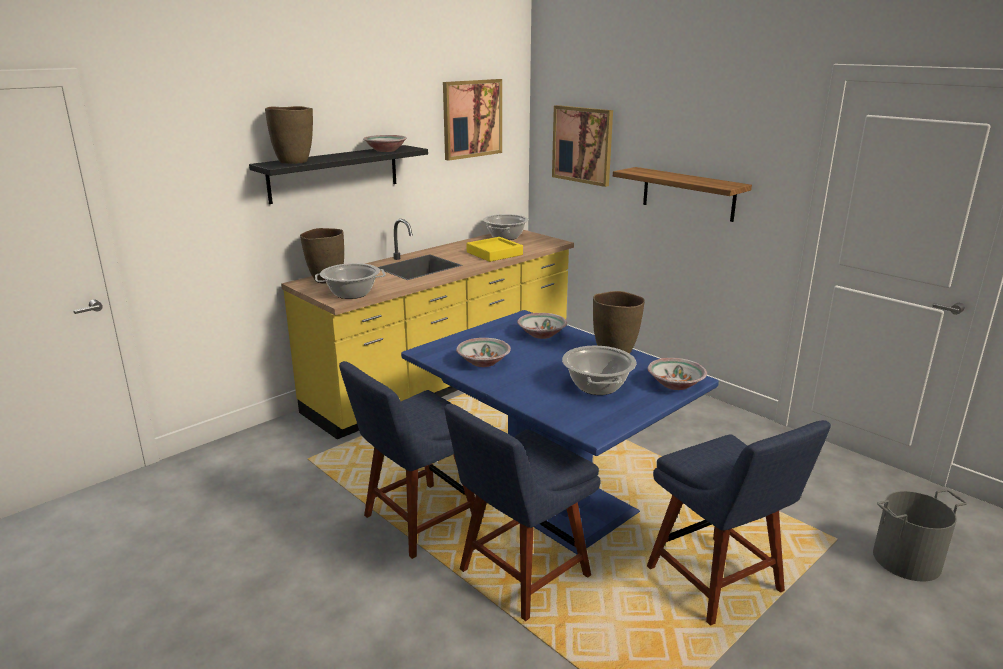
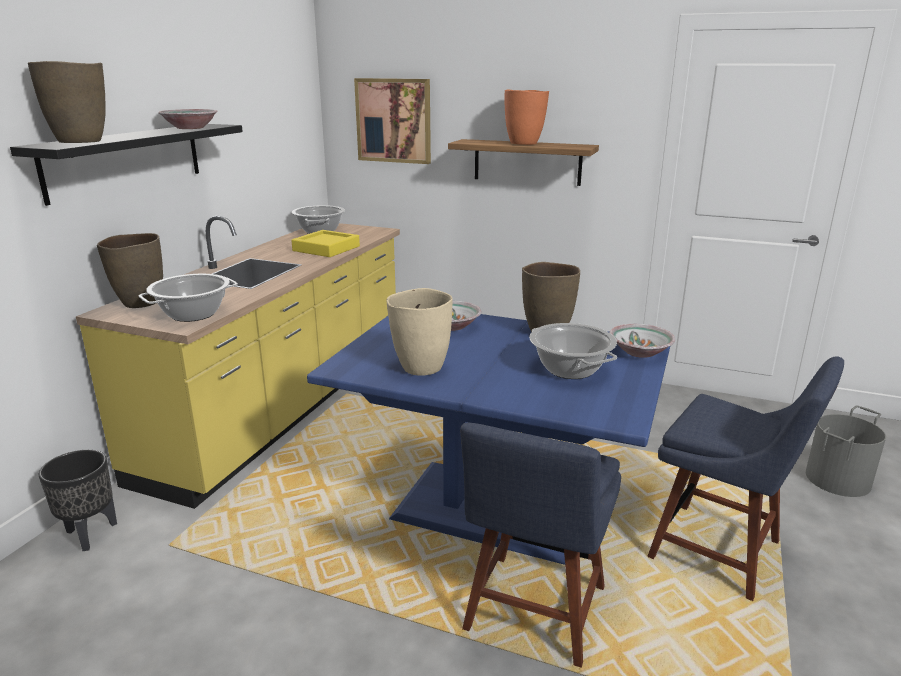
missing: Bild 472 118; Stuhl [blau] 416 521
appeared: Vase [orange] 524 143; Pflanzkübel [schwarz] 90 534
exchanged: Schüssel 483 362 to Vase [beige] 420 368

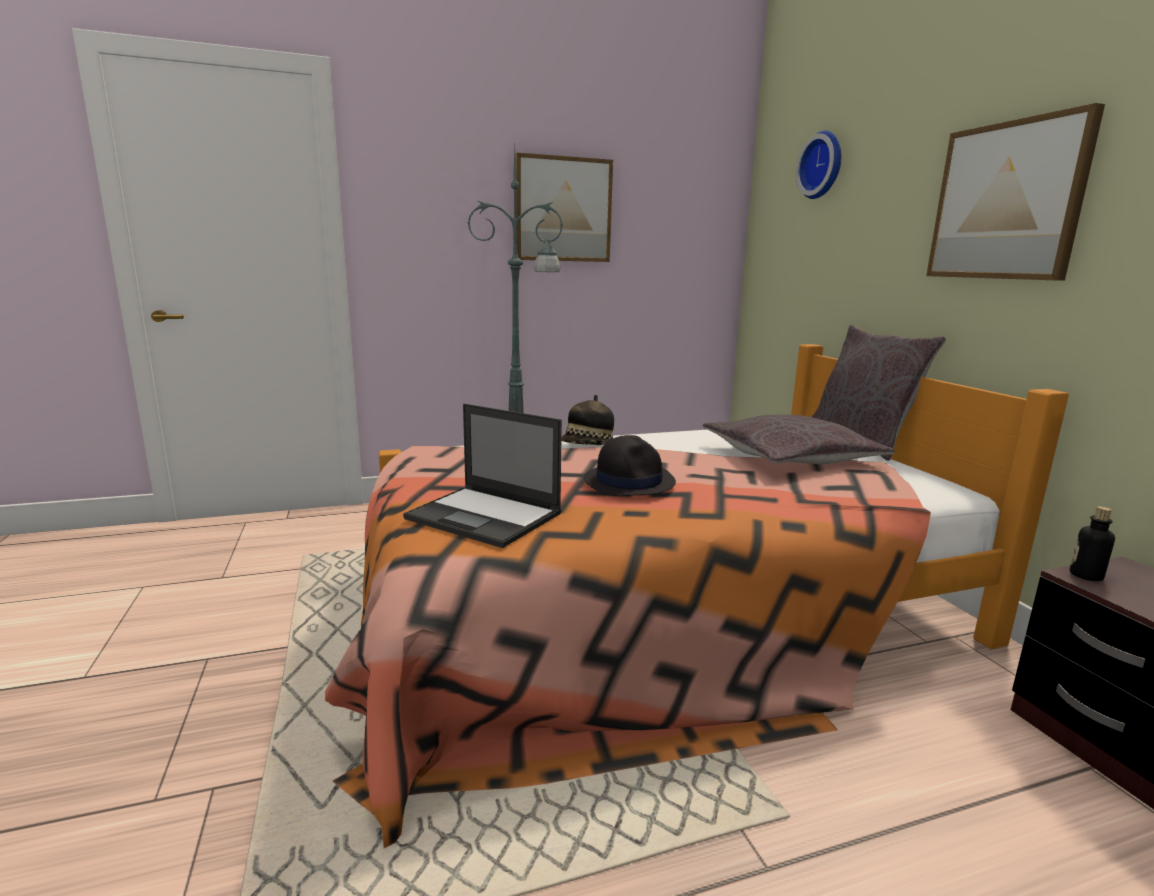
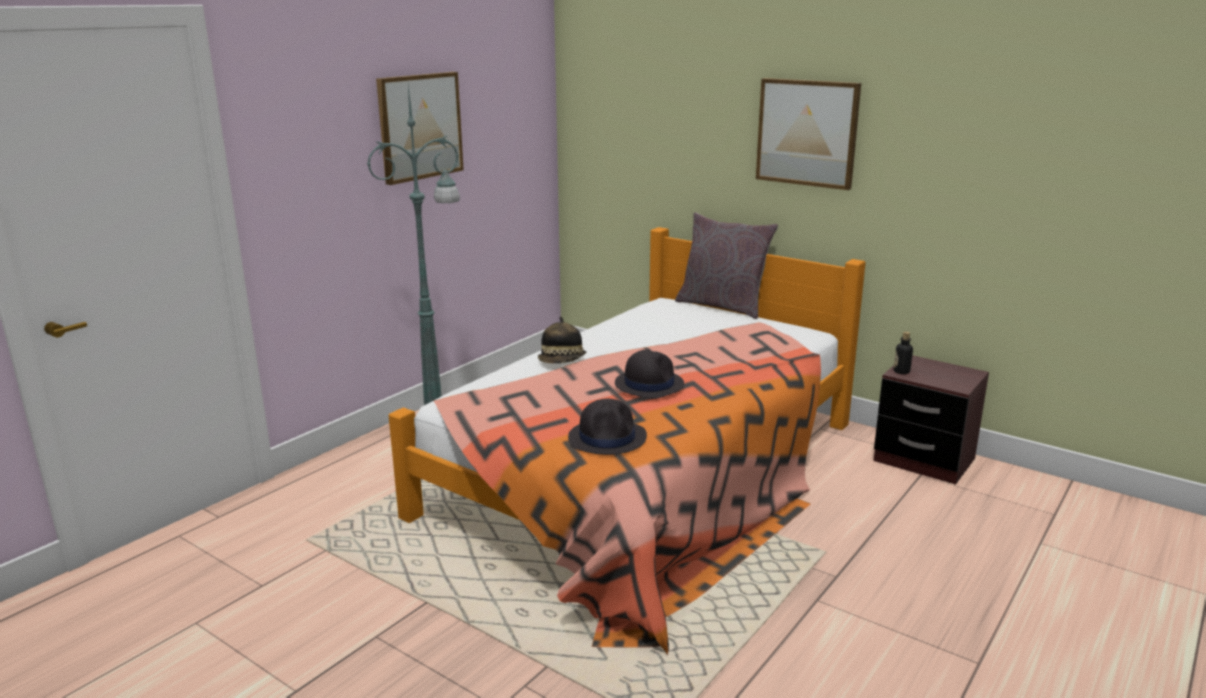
missing: Wanduhr 823 165; Kissen [grau] 789 457
exchanged: Laptop 485 516 to Hut [schwarz] 608 438

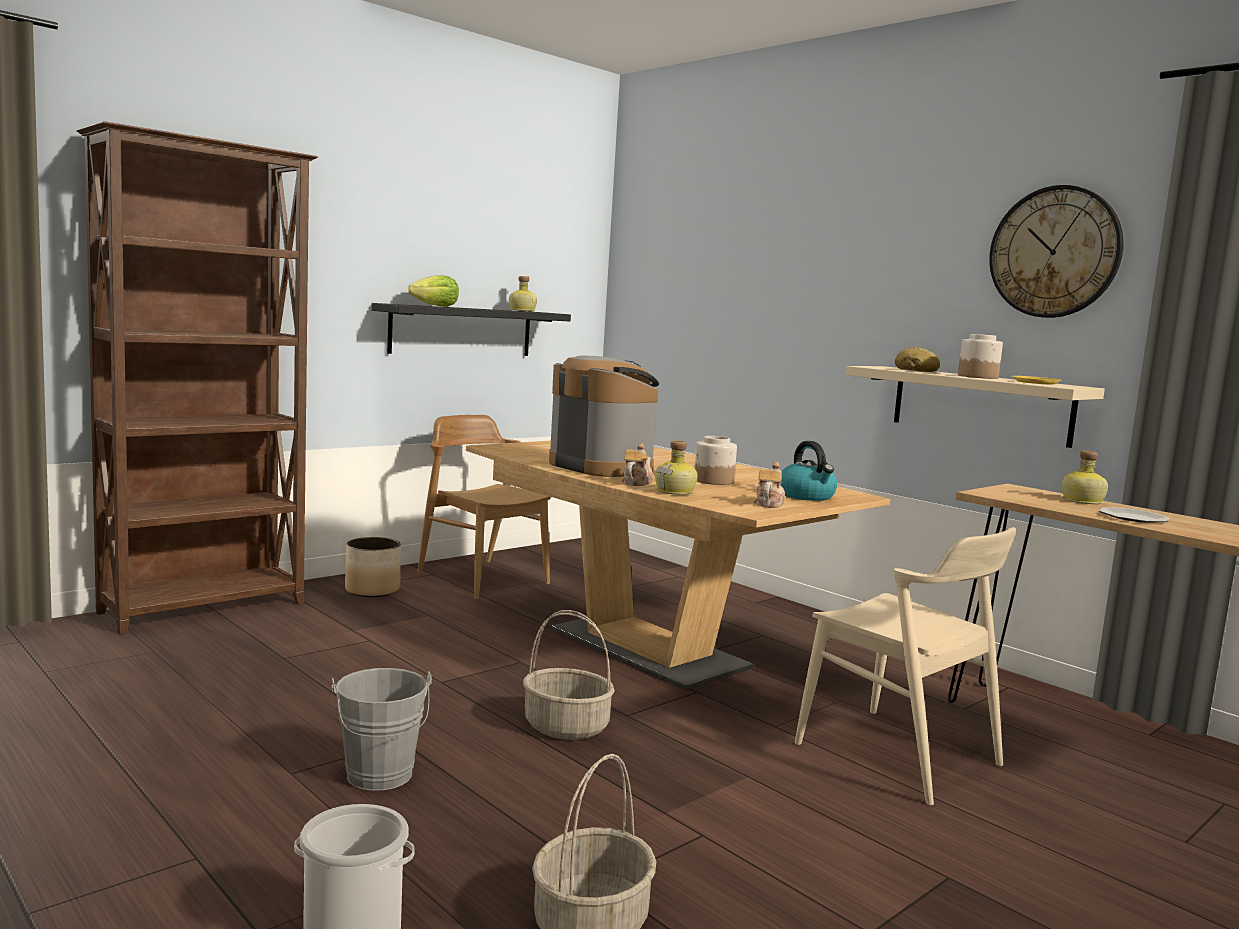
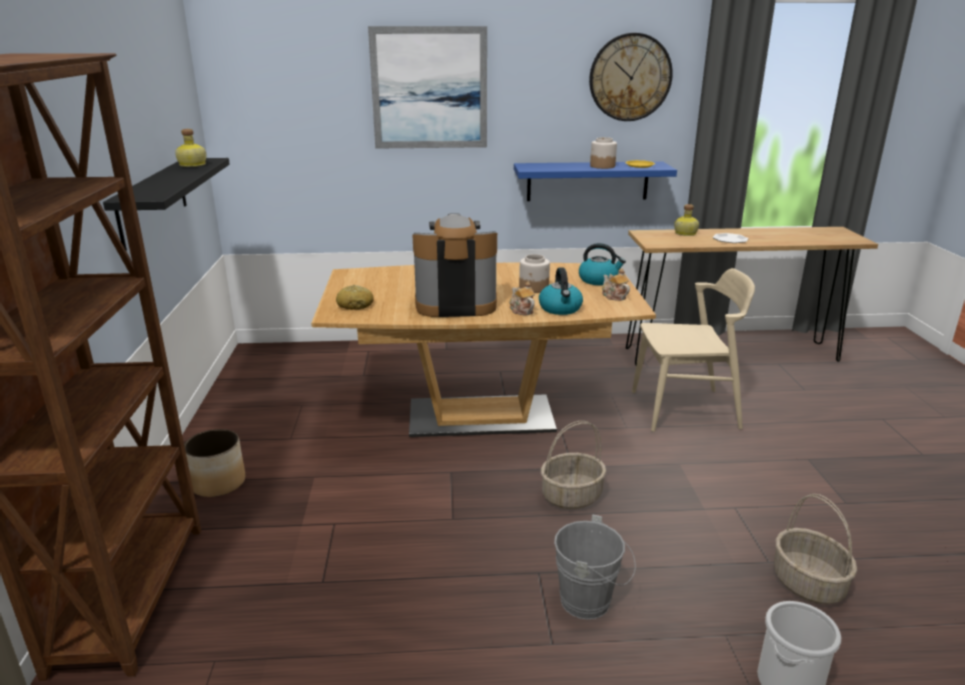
missing: Salatkopf 436 306; Stuhl [braun] 483 578
appeared: Bild 429 88
relocated: Brot 916 371 to 355 305
exchanged: Flasche 676 492 to Wasserkessel 560 309
colour: Wandregal [beige] 980 405 to Wandregal [blau] 587 181

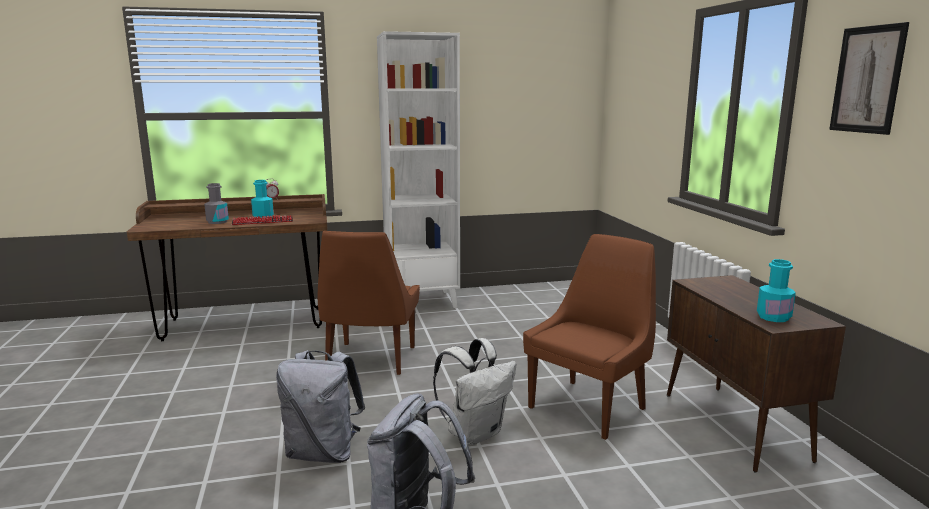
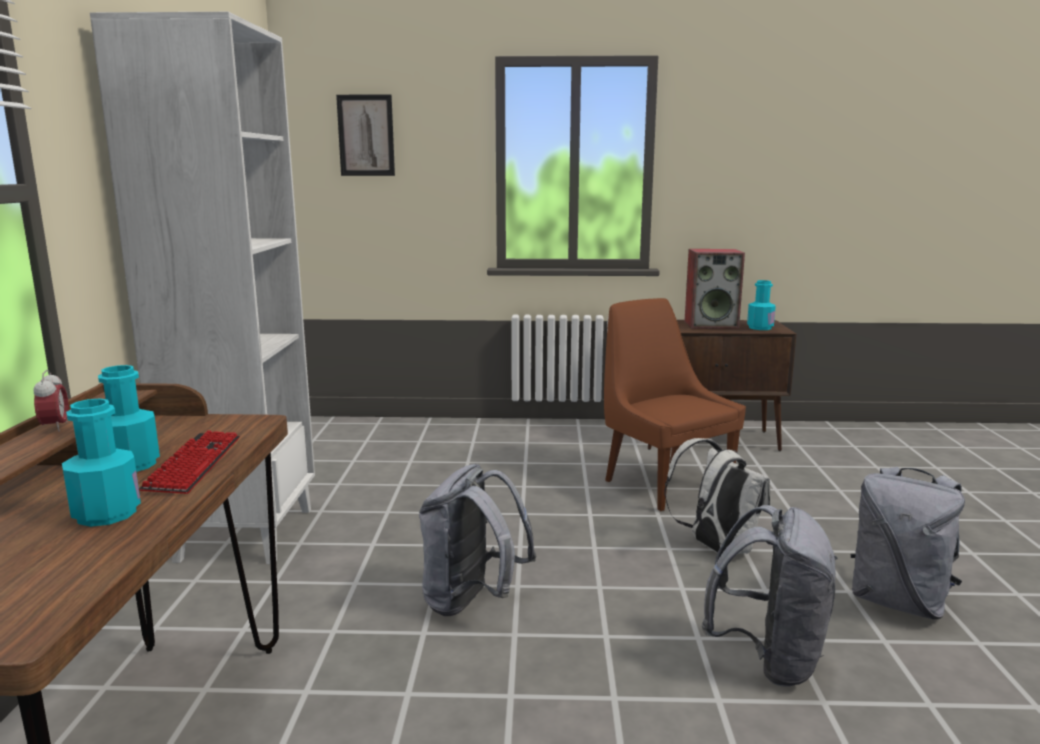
appeared: Lautsprecher 711 325
relocated: Bild 867 80 to 366 135
exchanged: Stuhl [braun] 370 360 to Rucksack [grau] 472 602
colour: Flasche [grau] 217 222 to Flasche [türkis] 106 514

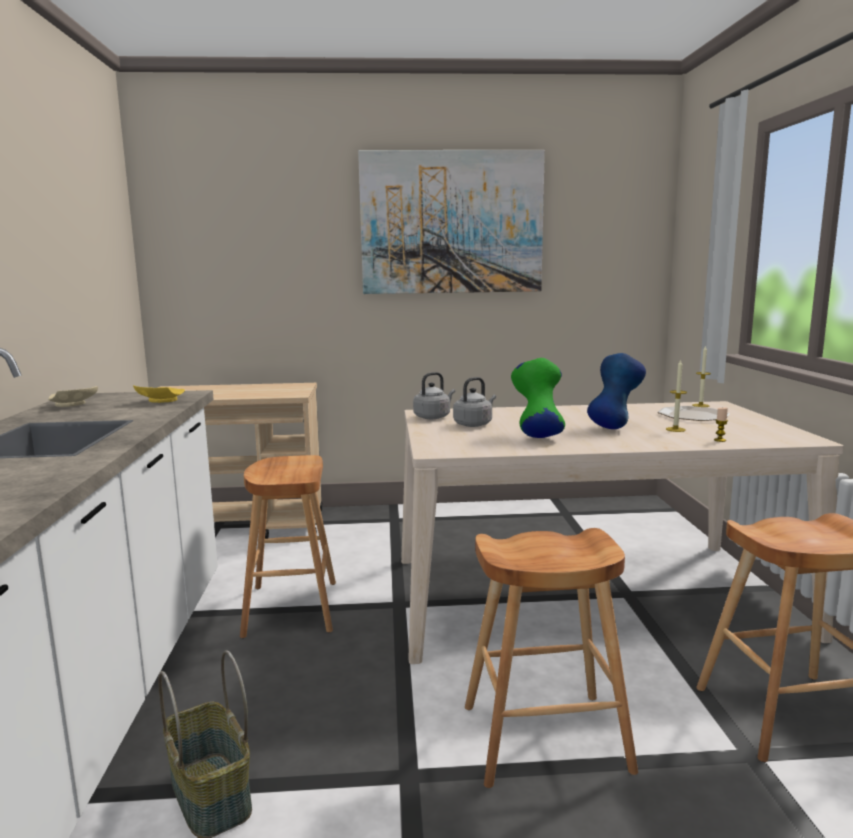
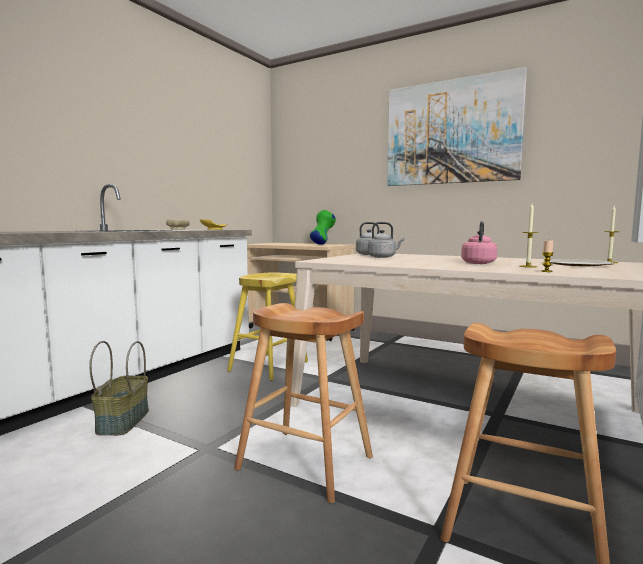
relocated: Vase [grün] 537 435 to 322 244
exchanged: Vase [blau] 614 427 to Wasserkessel [rosa] 478 263
colour: Hocker [braun] 291 608 to Hocker [gelb] 268 366

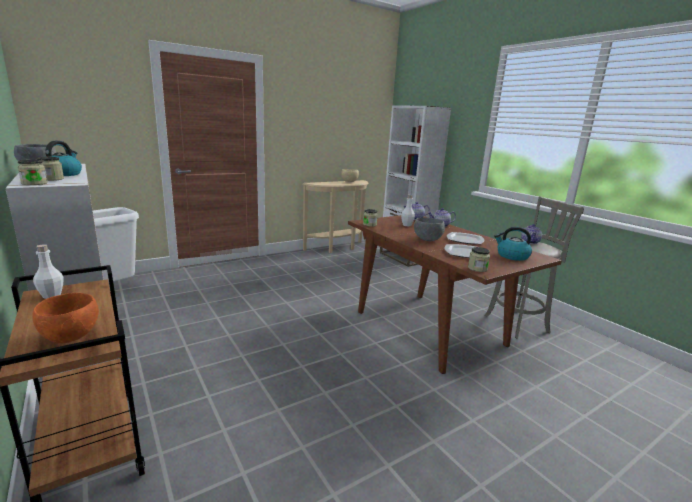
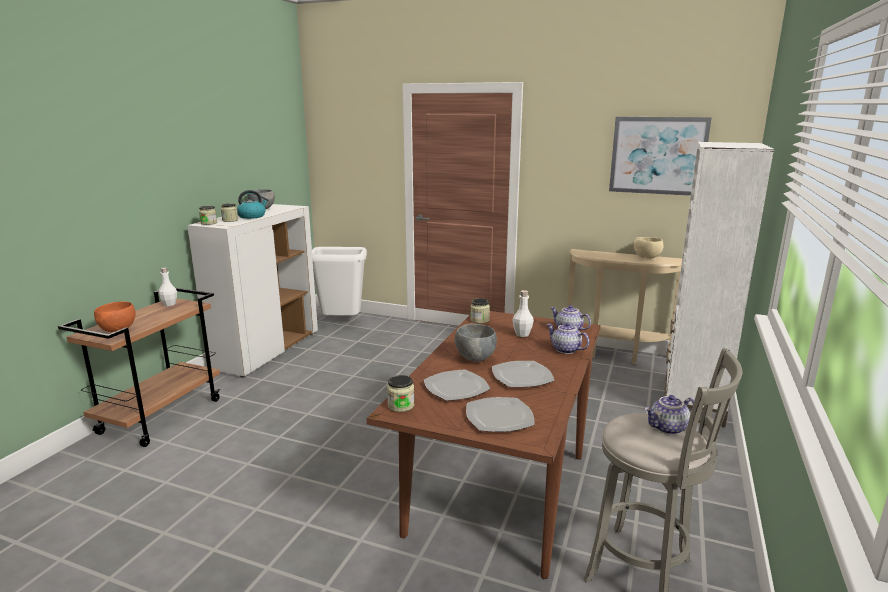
appeared: Bild 658 155
exchanged: Wasserkessel 512 256 to Teller 499 417

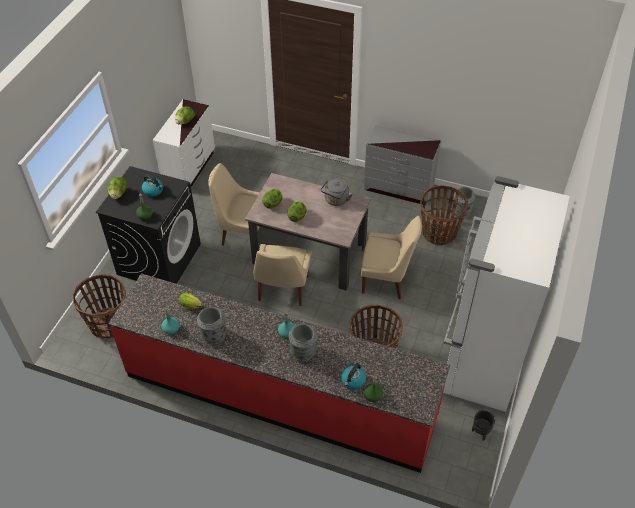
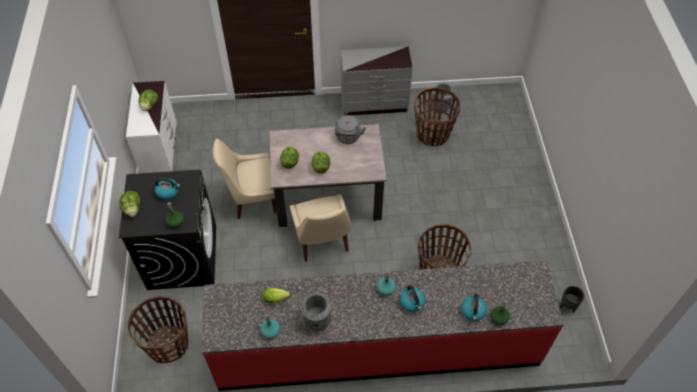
missing: Kühlschrank [weiß] 480 362; Stuhl [beige] 387 280
exchanged: Vase [grau] 303 352 to Wasserkessel 412 302

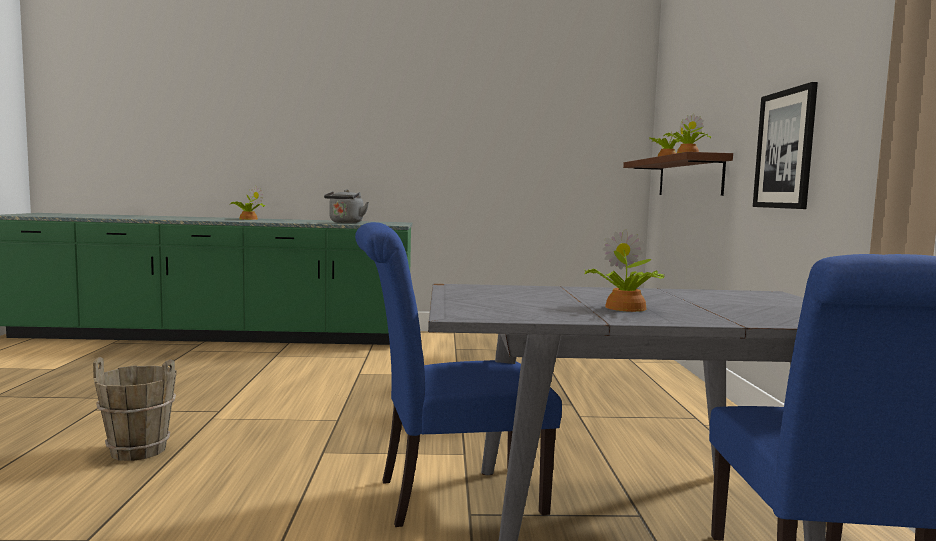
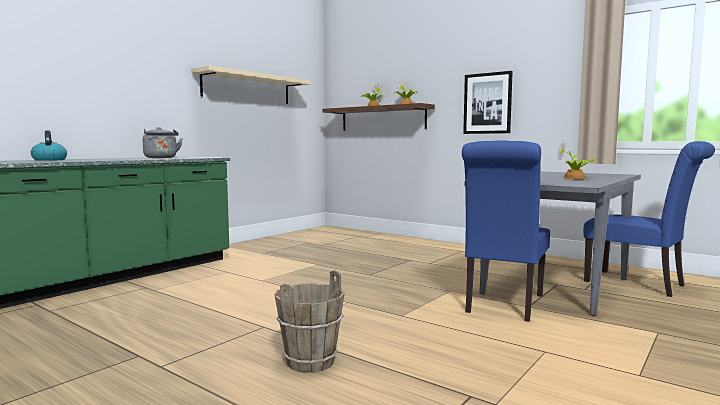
appeared: Wandregal [beige] 247 88
exchanged: Topfpflanze 247 219 to Wasserkessel 49 160

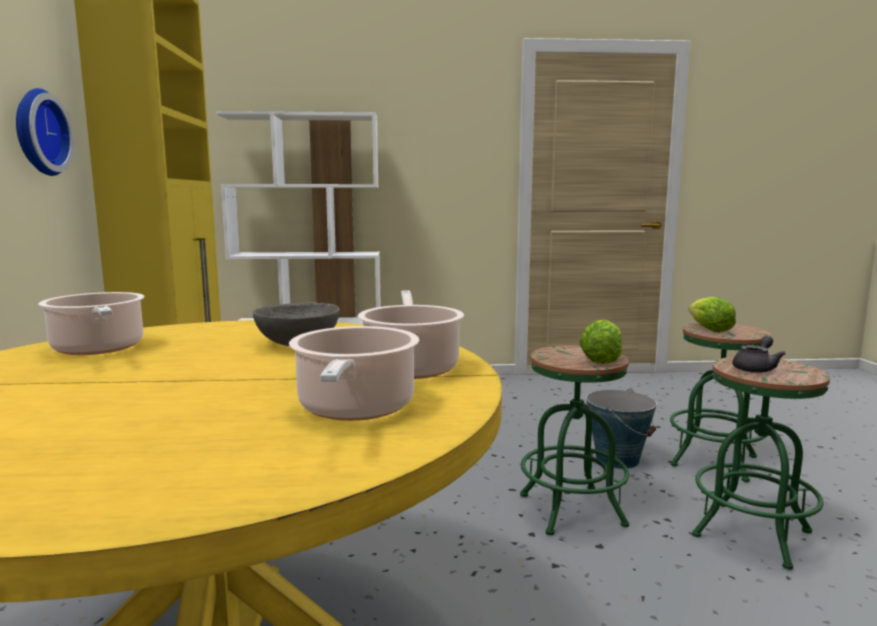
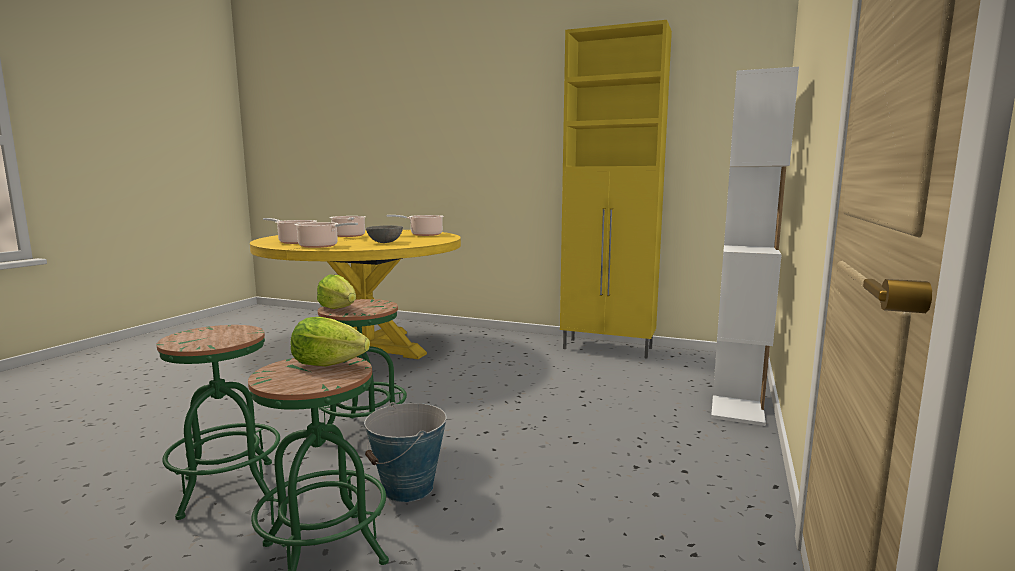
missing: Wanduhr 37 132; Teekanne [grau] 756 368
appeared: Kochtopf 349 236

